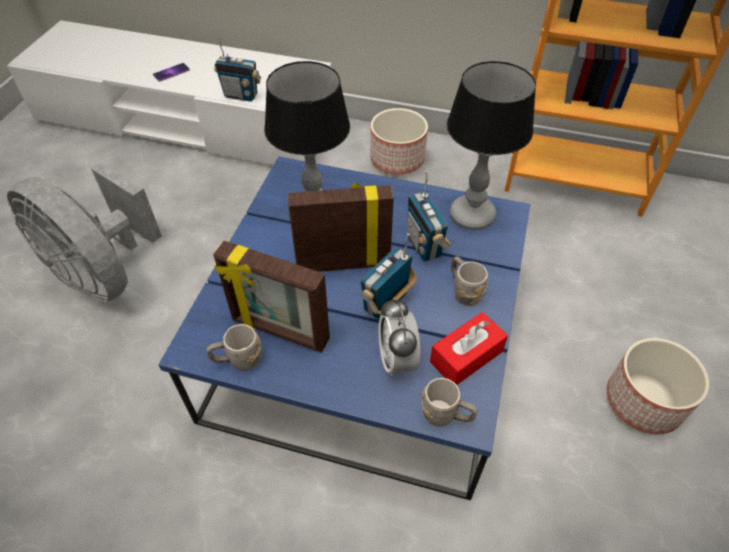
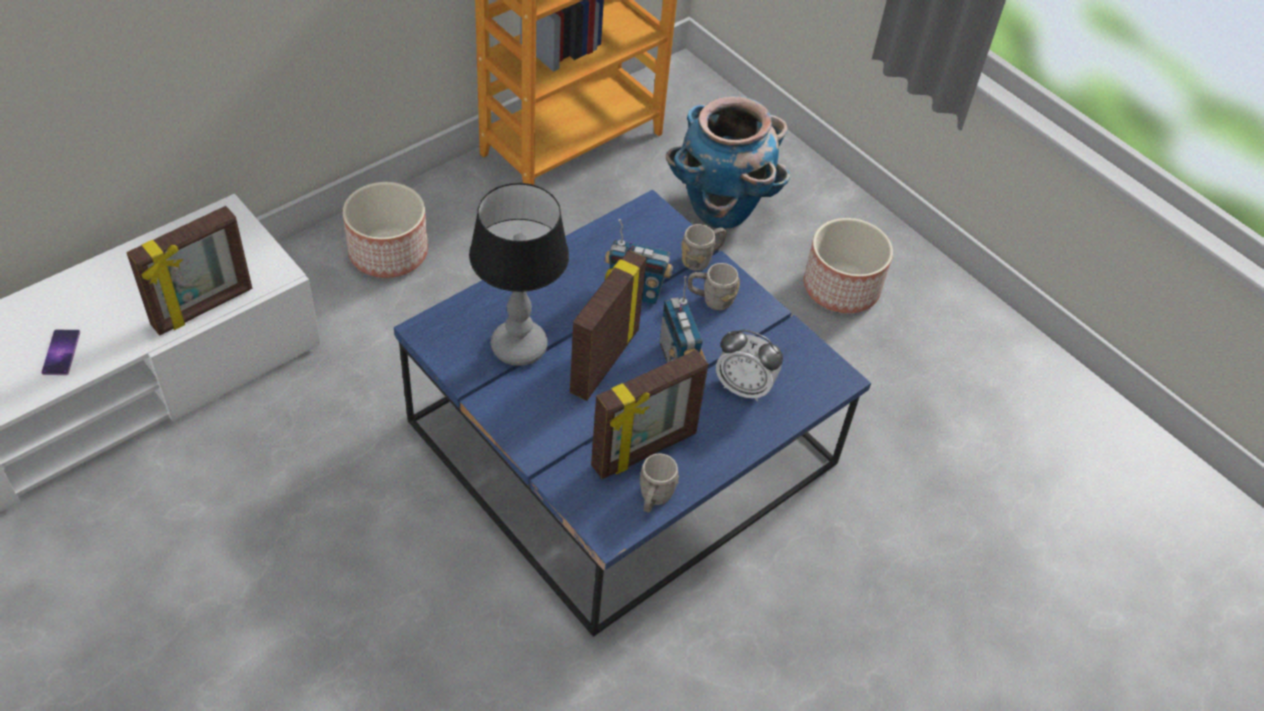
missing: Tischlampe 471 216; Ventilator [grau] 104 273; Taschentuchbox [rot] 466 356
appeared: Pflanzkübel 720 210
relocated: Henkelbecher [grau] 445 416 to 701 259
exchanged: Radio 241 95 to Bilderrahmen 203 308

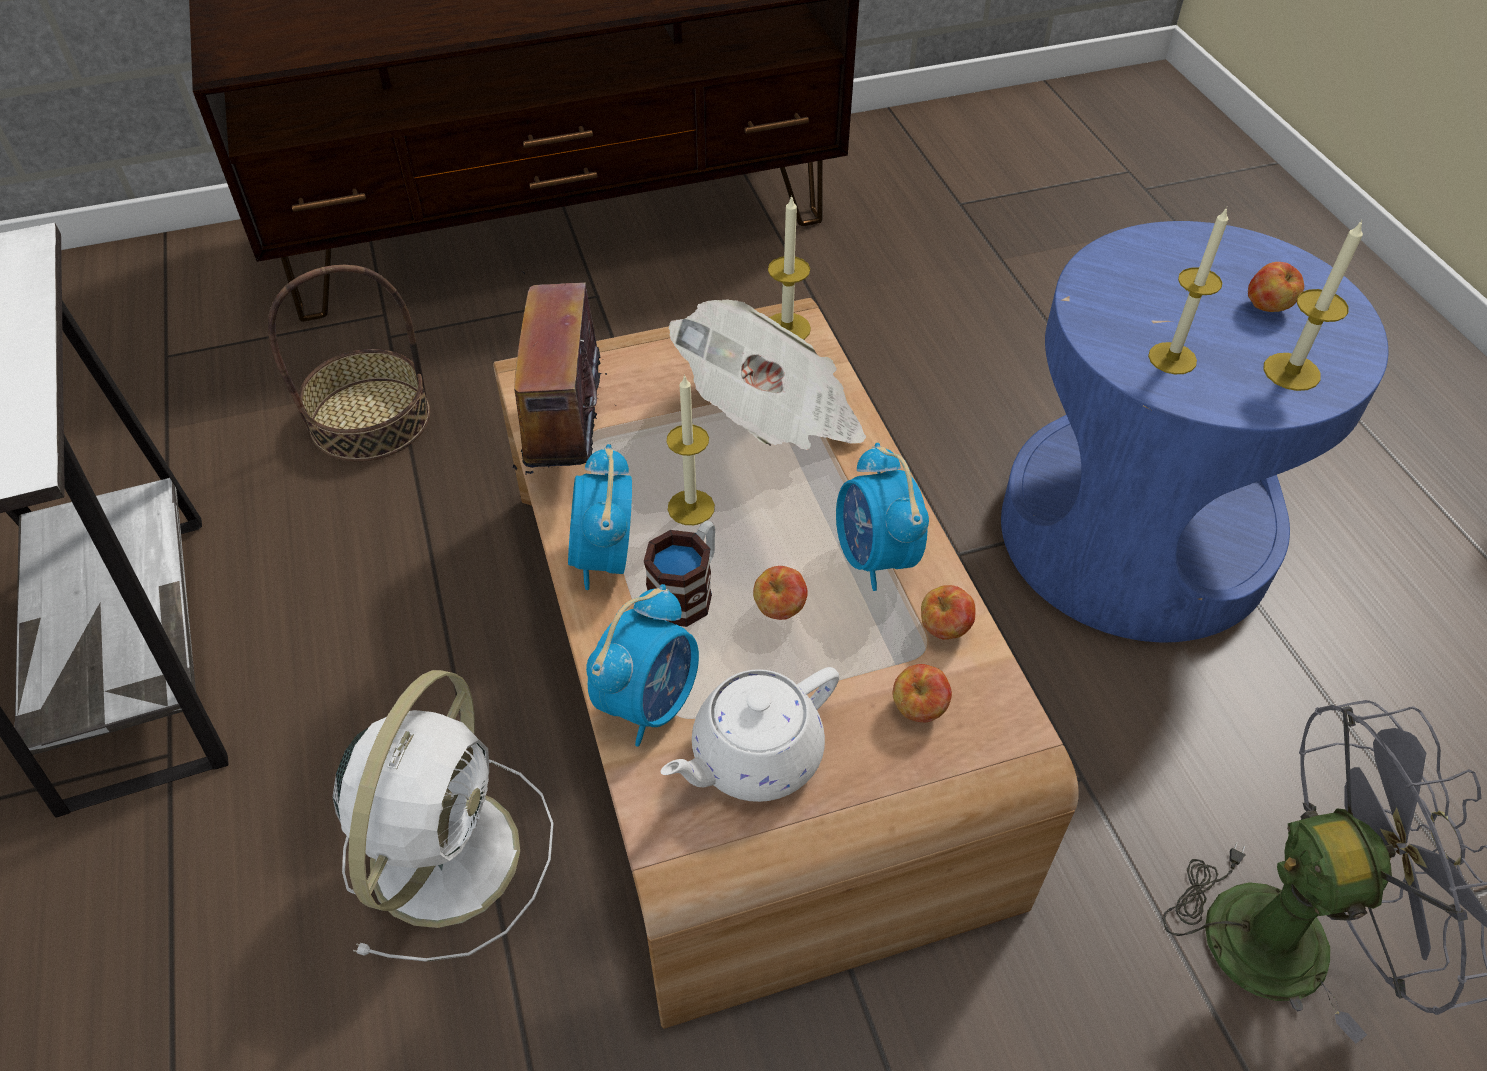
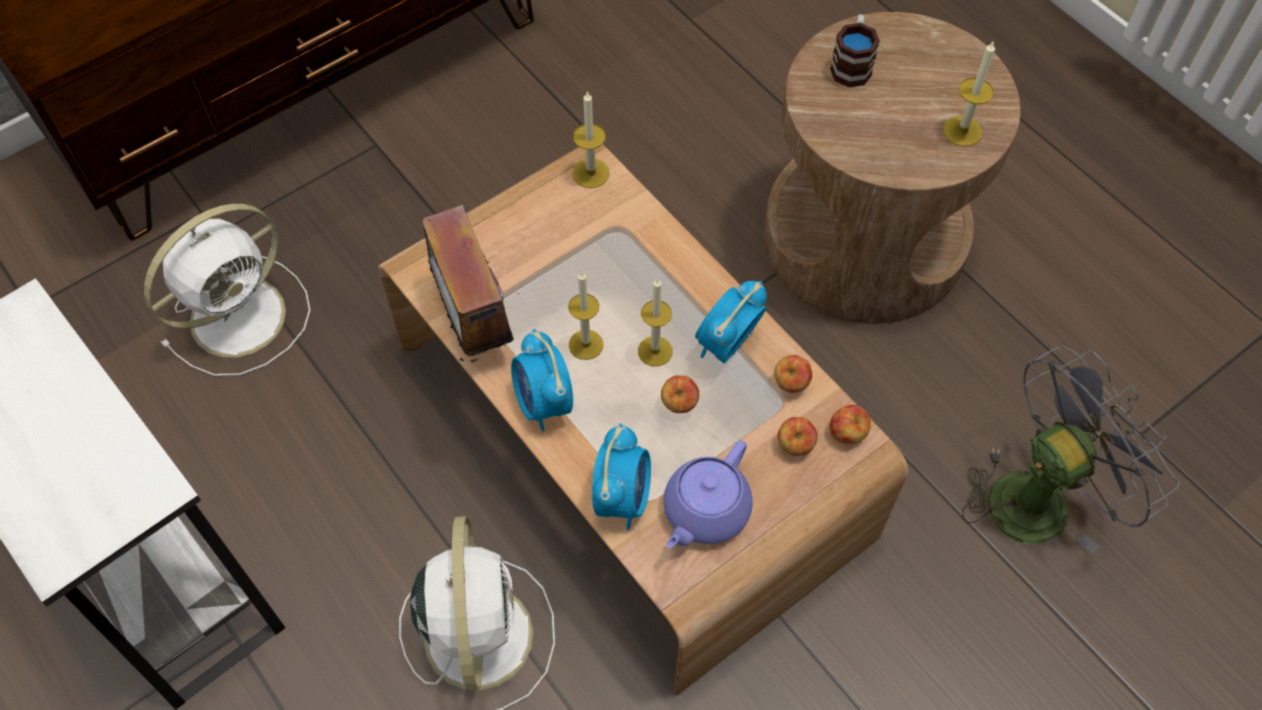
missing: Zeitung 771 416
relocated: Kerze 1172 358 to 655 351; Apfel 1268 307 to 847 433; Henkelbecher 688 591 to 852 64
exchanged: Korb 370 419 to Ventilator [weiß] 242 314
colour: Beistelltisch [blau] 1135 534 to Beistelltisch [braun] 864 239; Teekanne [weiß] 754 756 to Teekanne [lila] 705 511
spun: Wecker 875 557 = 726 344 75 degrees clockwise

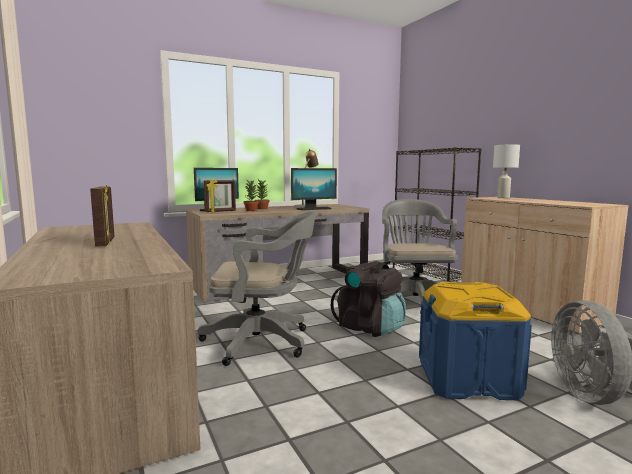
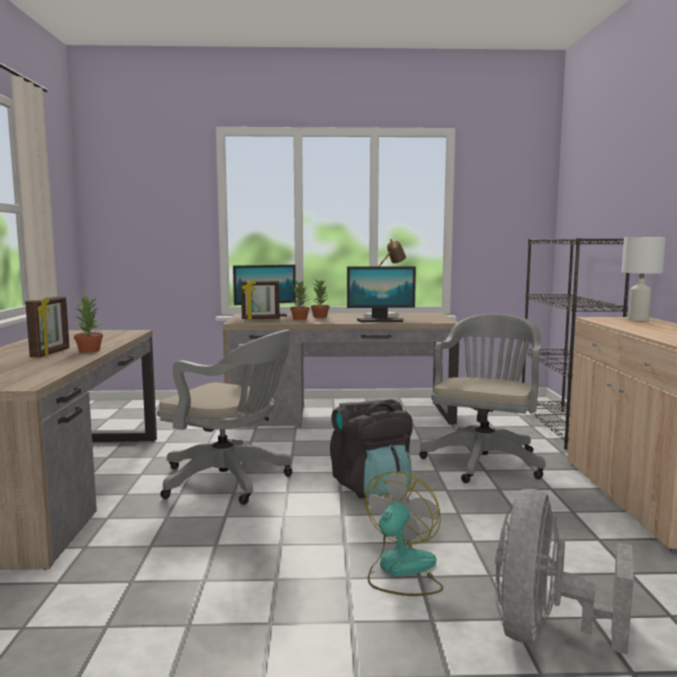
appeared: Topfpflanze 90 350
exchanged: Aufbewahrungsbox [blau] 467 379 to Ventilator 401 570

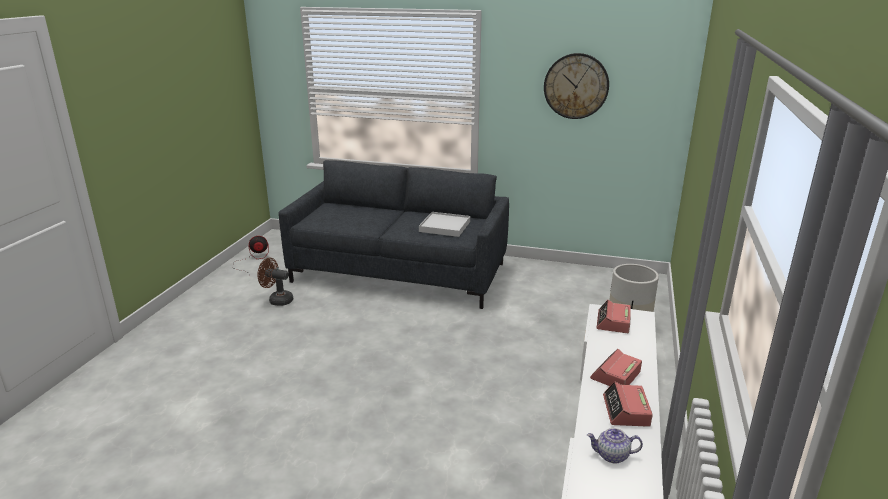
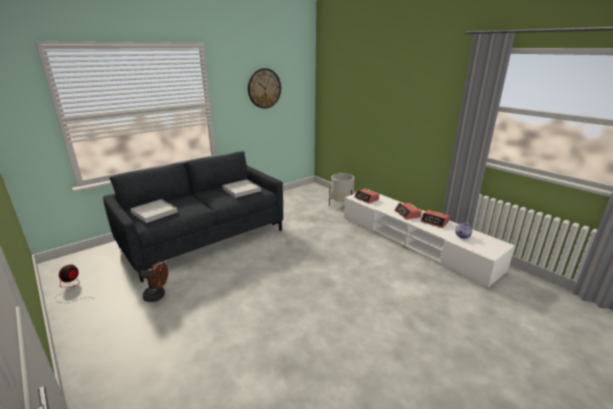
appeared: Tablett [weiß] 154 212
spun: Ventilator [braun] 277 300 = 157 296 135 degrees counterclockwise

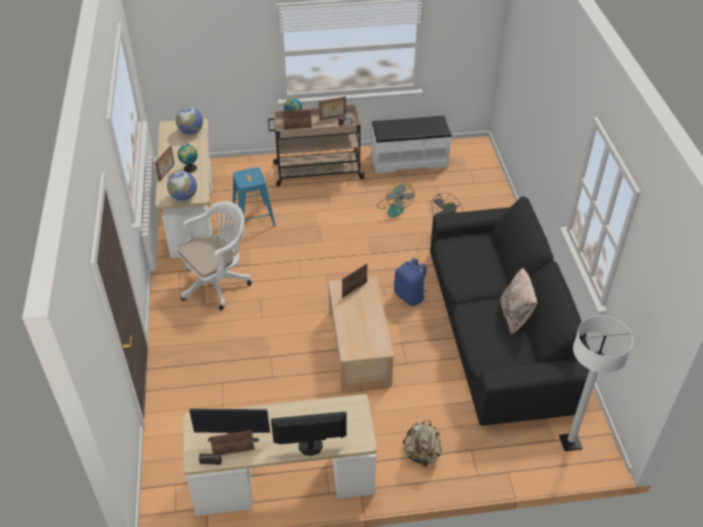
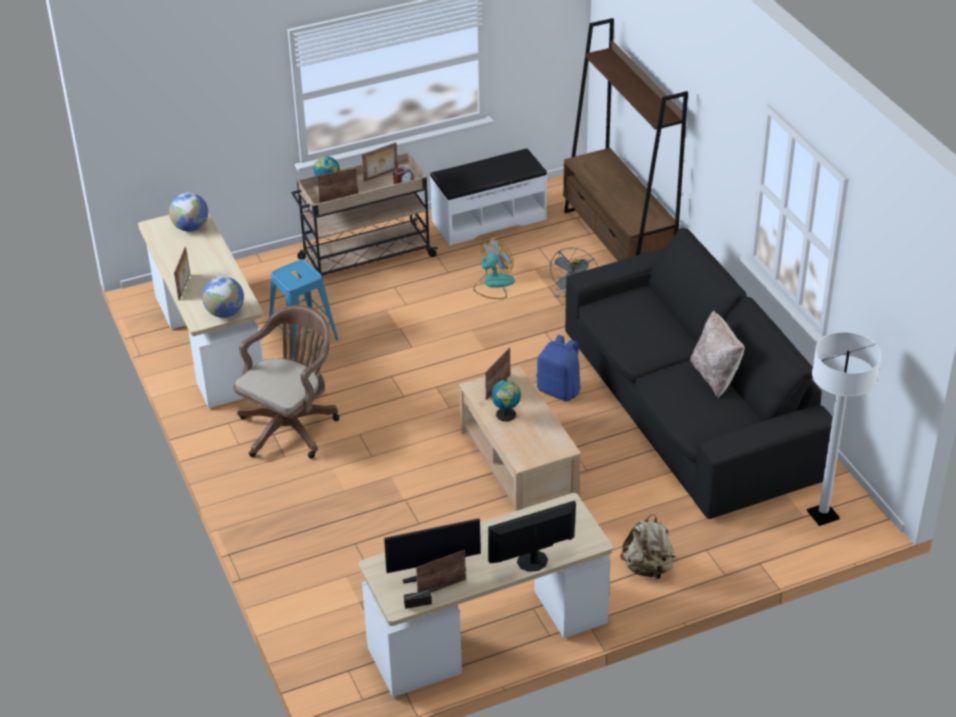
appeared: Bücherregal [braun] 618 246
relocated: Globus 190 169 to 506 415
colour: Bürostuhl [weiß] 218 283 to Bürostuhl [braun] 291 426
spun: Ventilator 394 207 = 493 284 105 degrees counterclockwise

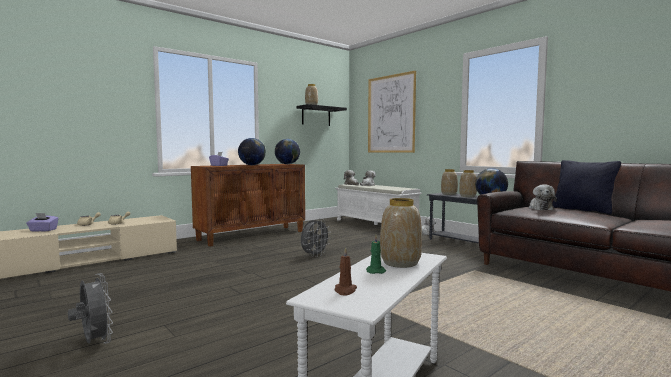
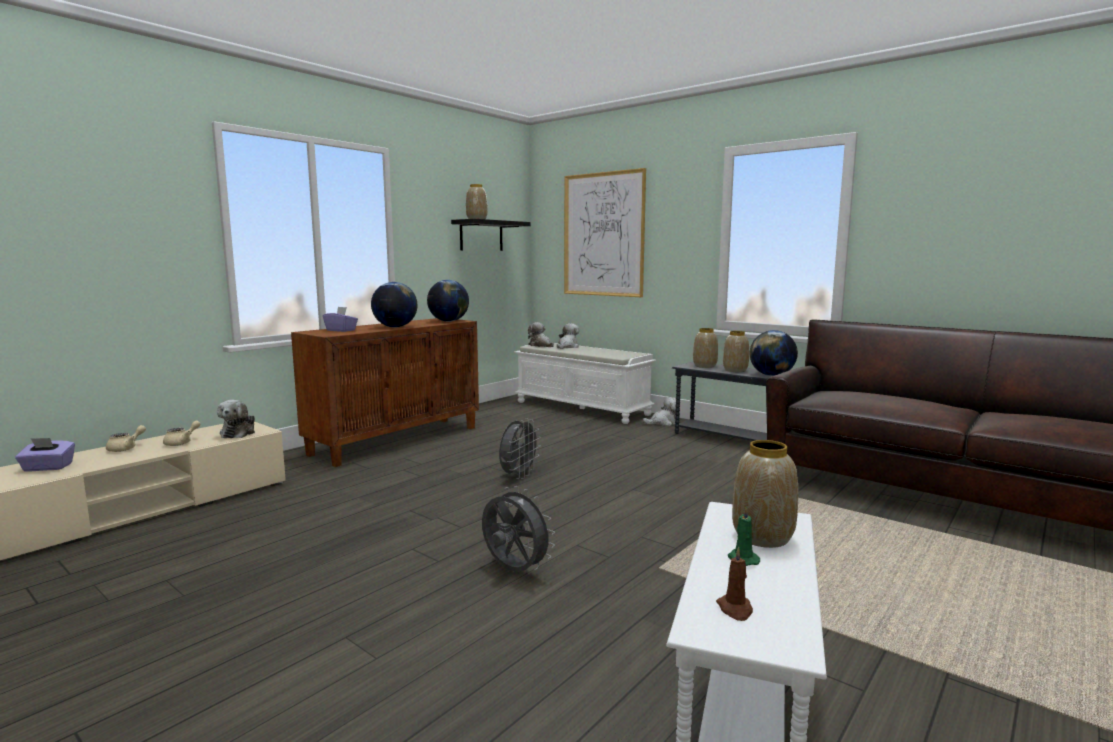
missing: Kissen [schwarz] 583 210
relocated: Plüschtier 540 208 to 239 432; Ventilator [grau] 94 343 to 514 571

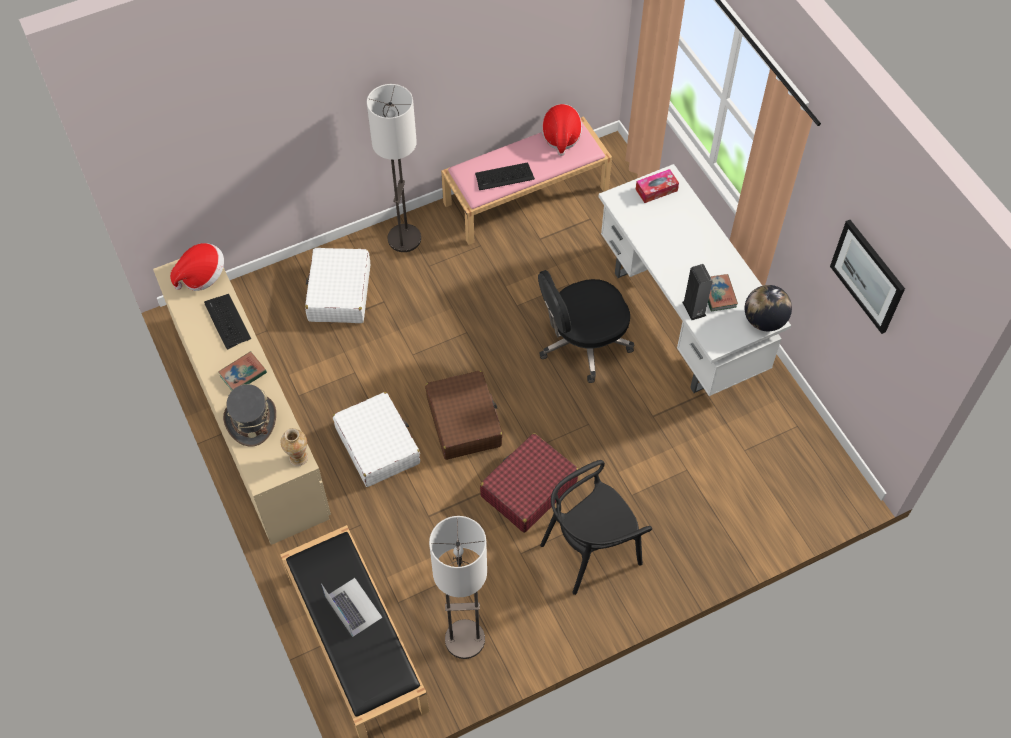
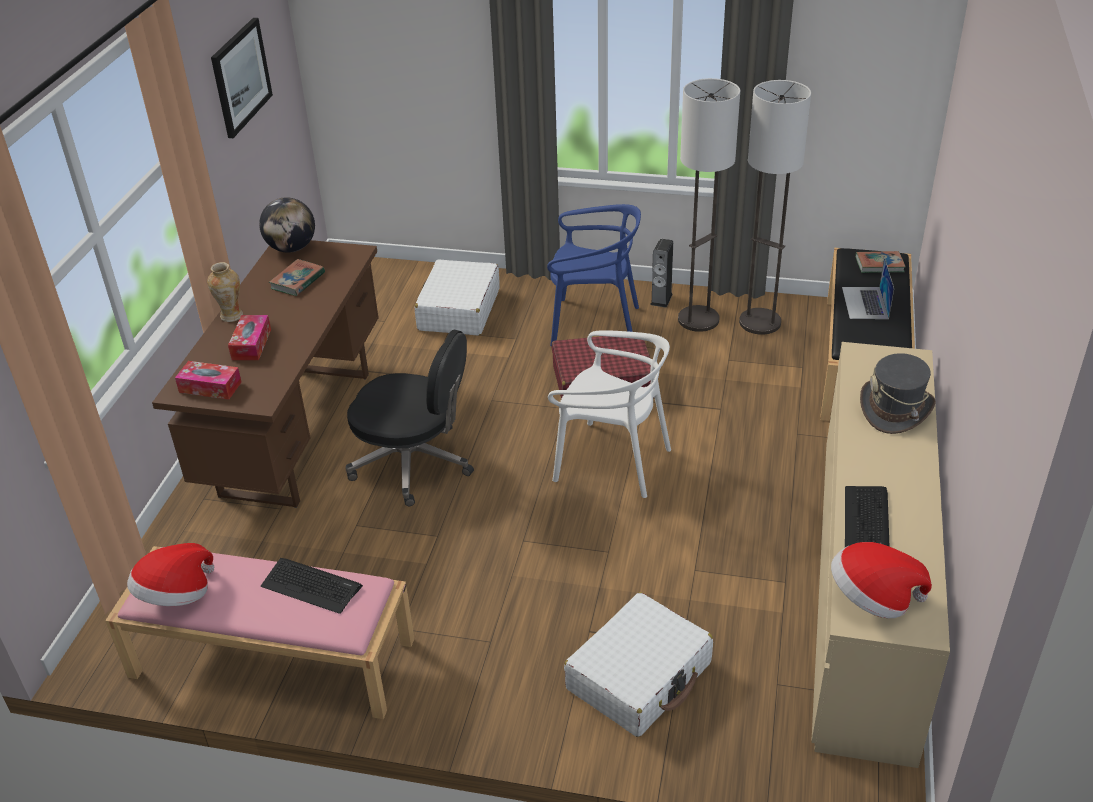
appeared: Taschentuchbox 251 344
relocated: Stehlampe 404 238 to 698 320; Lautsprecher 694 309 to 661 299; Buch 243 374 to 879 265; Koffer [weiß] 377 445 to 458 310; Vase 298 457 to 231 316
exchanged: Koffer [braun] 464 421 to Stuhl [weiß] 612 462
colour: Schreibtisch [weiß] 680 320 to Schreibtisch [braun] 296 431; Stuhl [schwarz] 590 550 to Stuhl [blau] 594 324

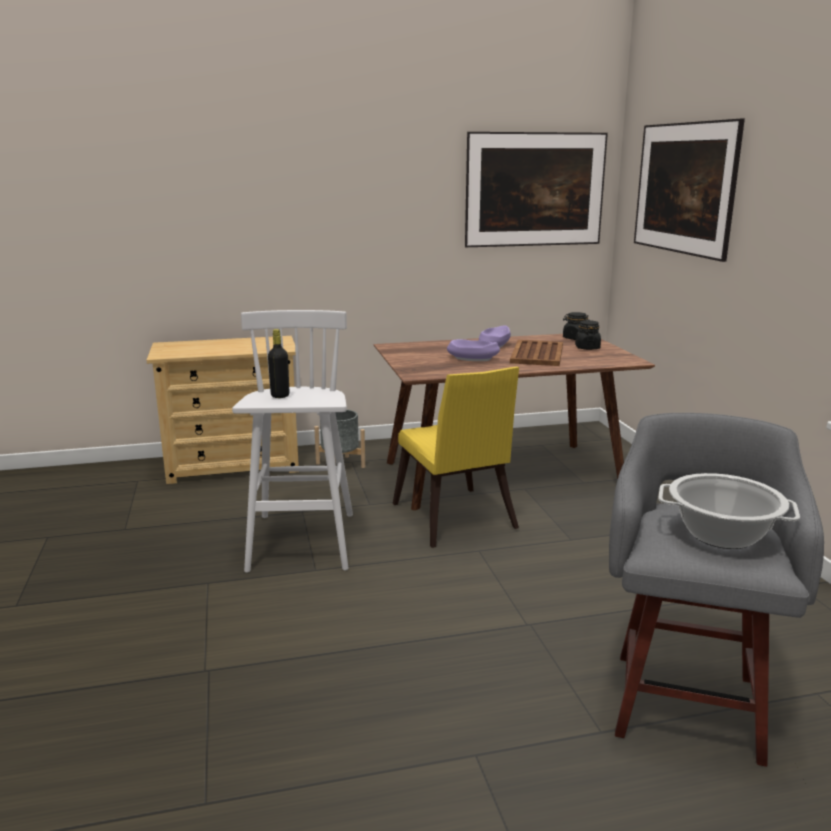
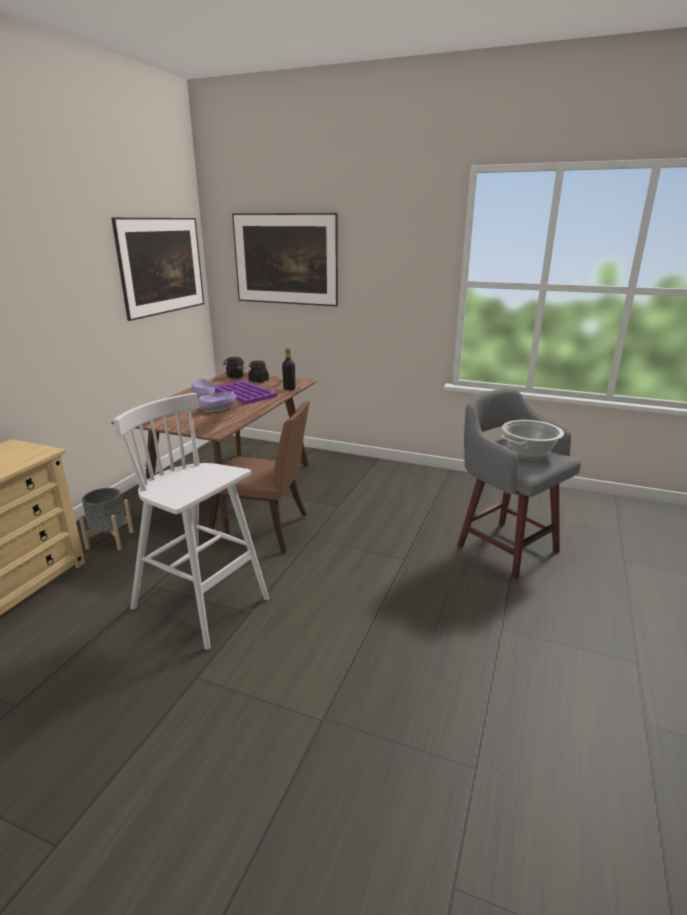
relocated: Flasche [schwarz] 280 395 to 289 389
colour: Tablett [braun] 537 354 to Tablett [lila] 244 393; Stuhl [gelb] 455 520 to Stuhl [braun] 265 531

